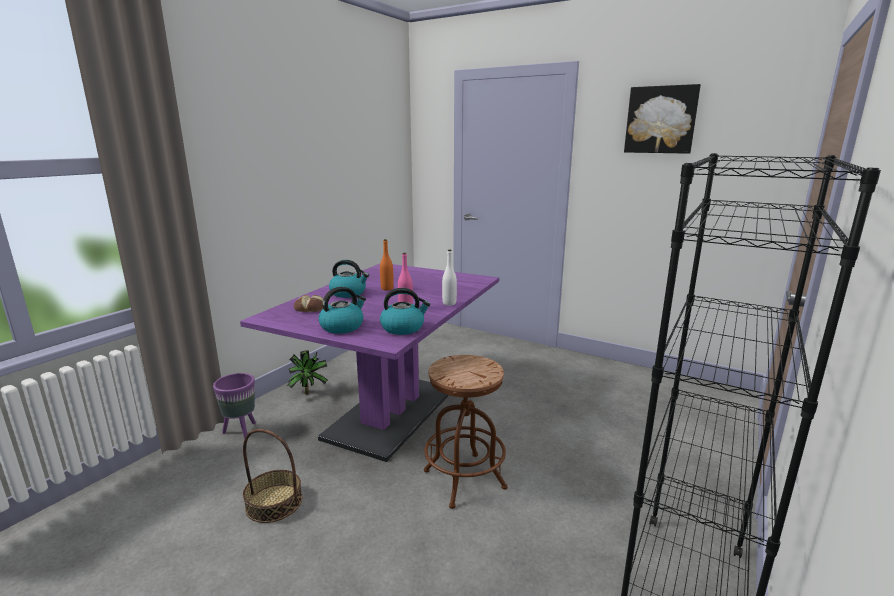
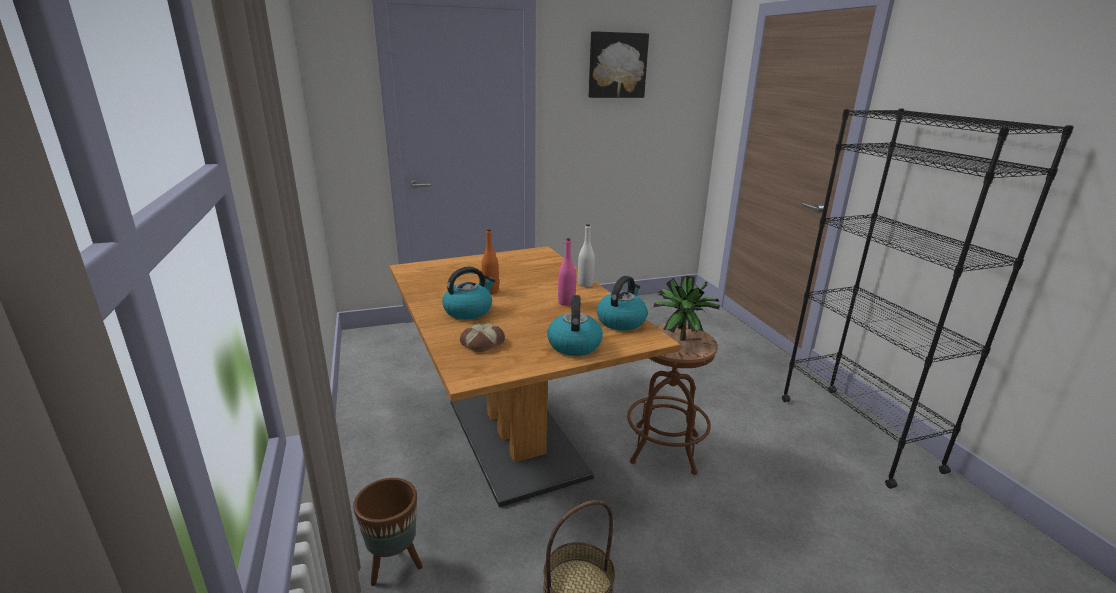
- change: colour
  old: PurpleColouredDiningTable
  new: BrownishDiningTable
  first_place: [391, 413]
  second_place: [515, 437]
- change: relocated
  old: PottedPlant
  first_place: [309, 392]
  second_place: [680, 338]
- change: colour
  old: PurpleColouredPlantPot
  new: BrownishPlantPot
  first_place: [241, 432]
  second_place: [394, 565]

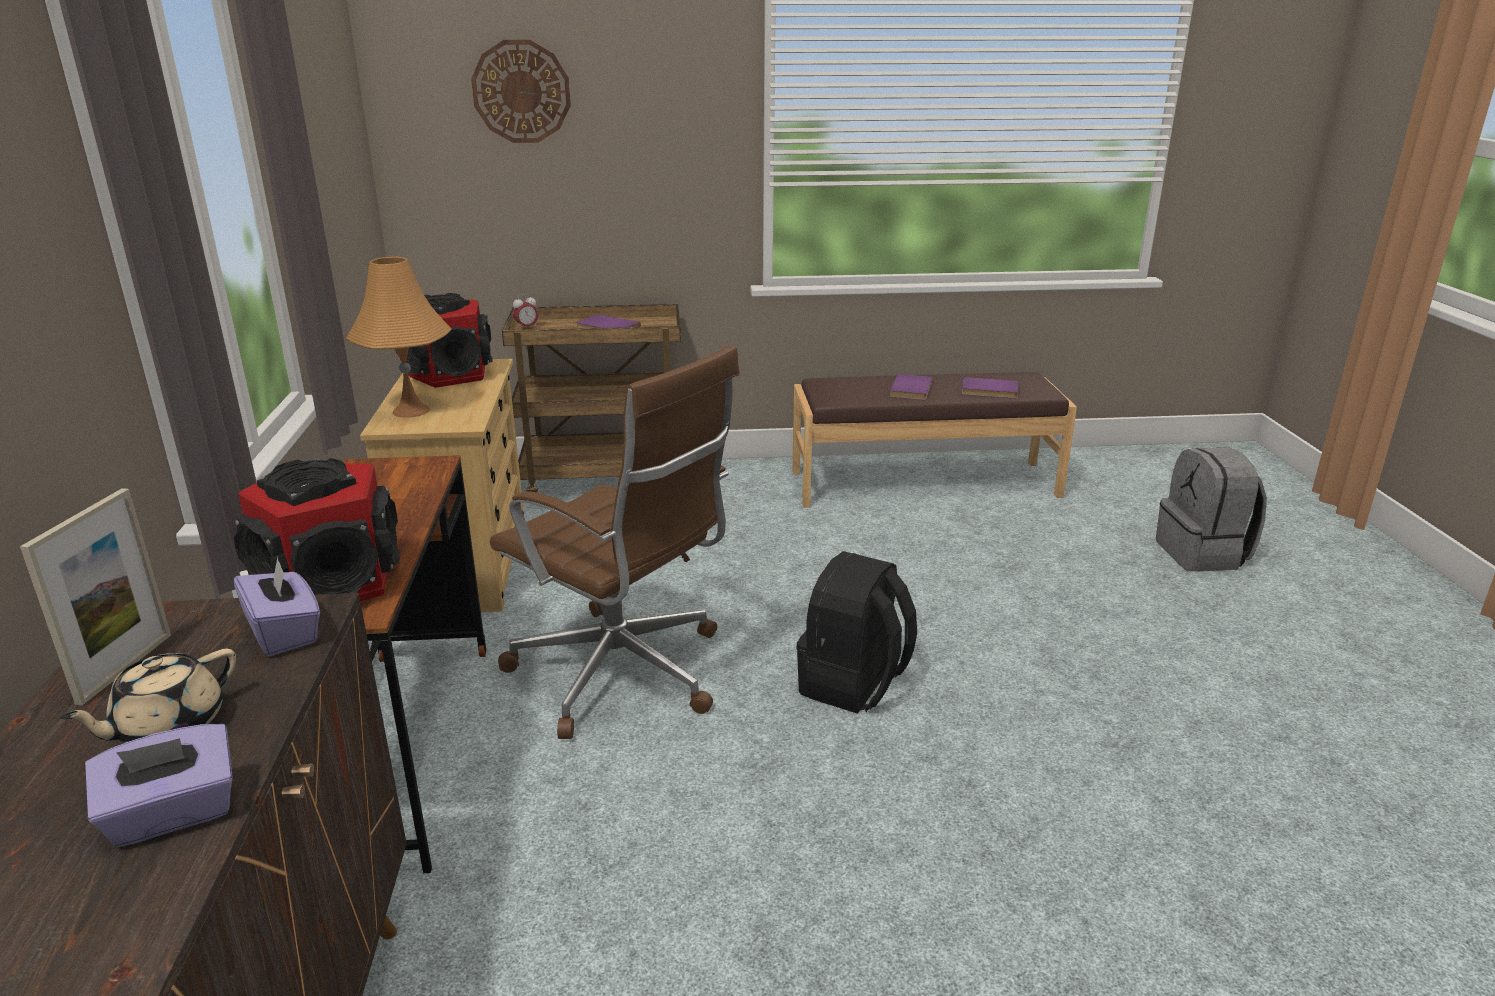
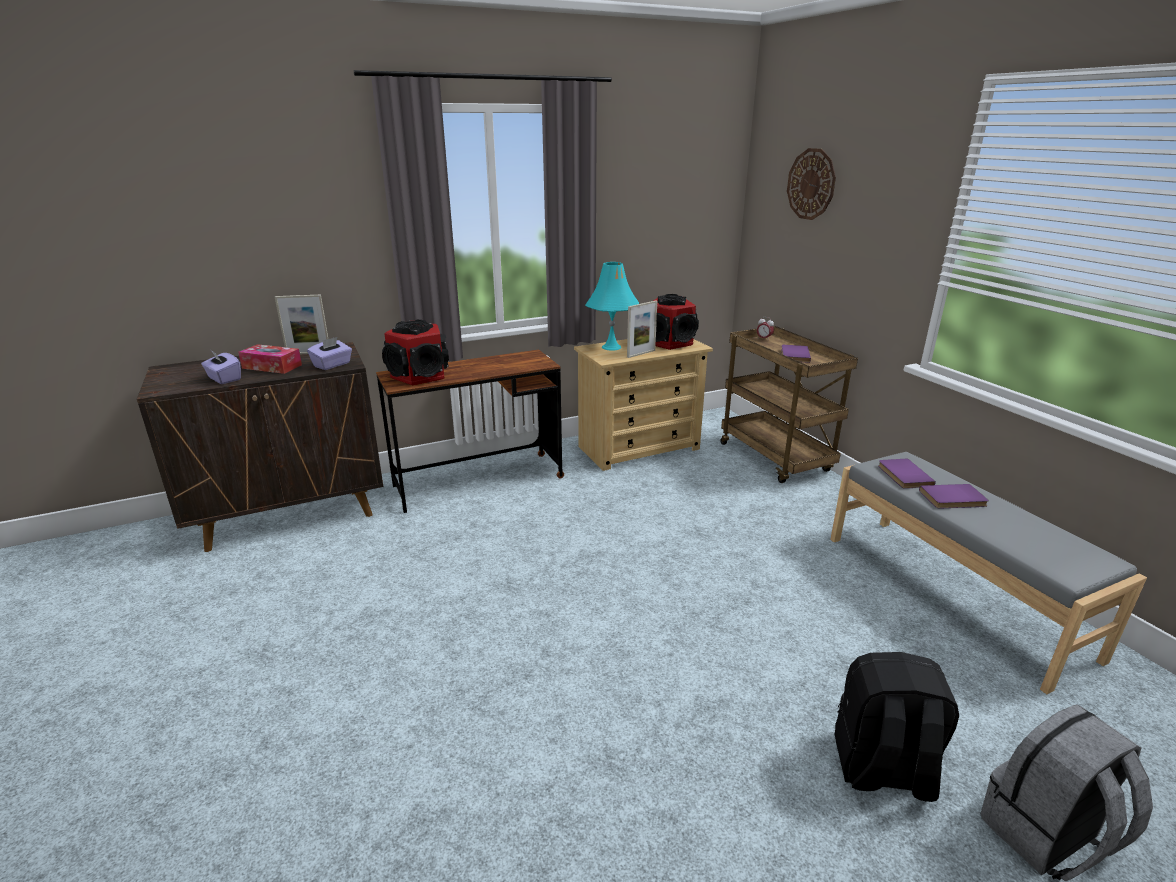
- change: colour
  old: OrangeColouredTabletopLamp
  new: BlueGreenTabletopLamp
  first_place: [411, 410]
  second_place: [611, 347]
- change: missing
  old: BrownishDeskChair
  first_place: [623, 674]
- change: colour
  old: BrownishLongSeat
  new: GreyishLongSeat
  first_place: [923, 483]
  second_place: [952, 593]
- change: relocated
  old: PurpleColouredBoundBook
  first_place: [989, 391]
  second_place: [903, 475]
- change: relocated
  old: BlackishRucksack
  first_place: [853, 685]
  second_place: [881, 769]
- change: exchanged
  old: BeigeColouredTeapot
  new: TissueHolder
  first_place: [168, 727]
  second_place: [272, 366]
- change: appeared
  new: StandingFrame
  second_place: [641, 354]

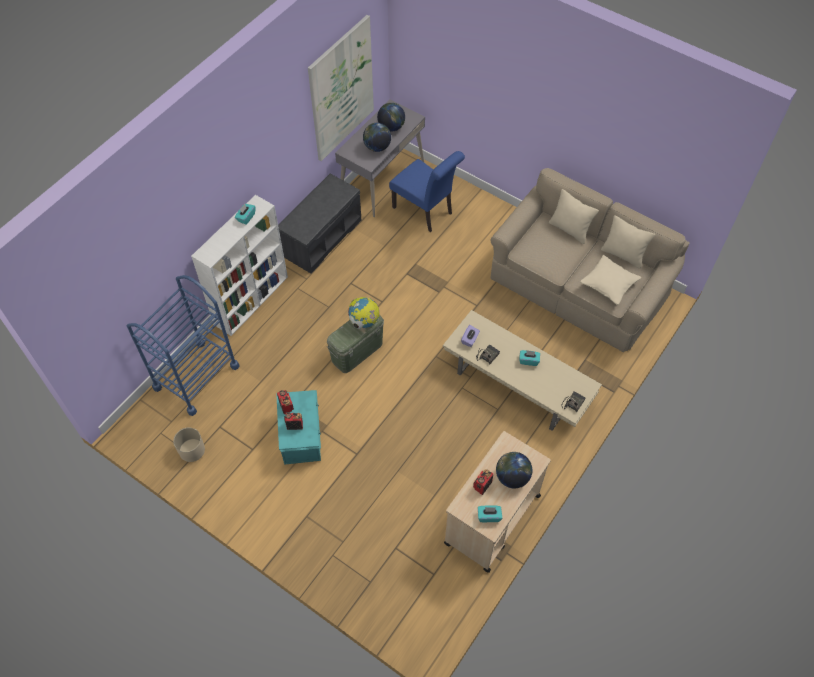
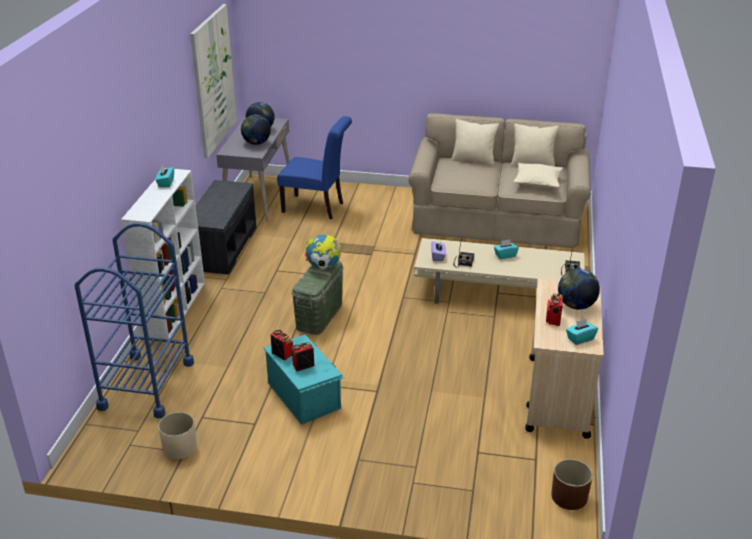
- change: appeared
  new: BrownishPlantPot
  second_place: [569, 497]

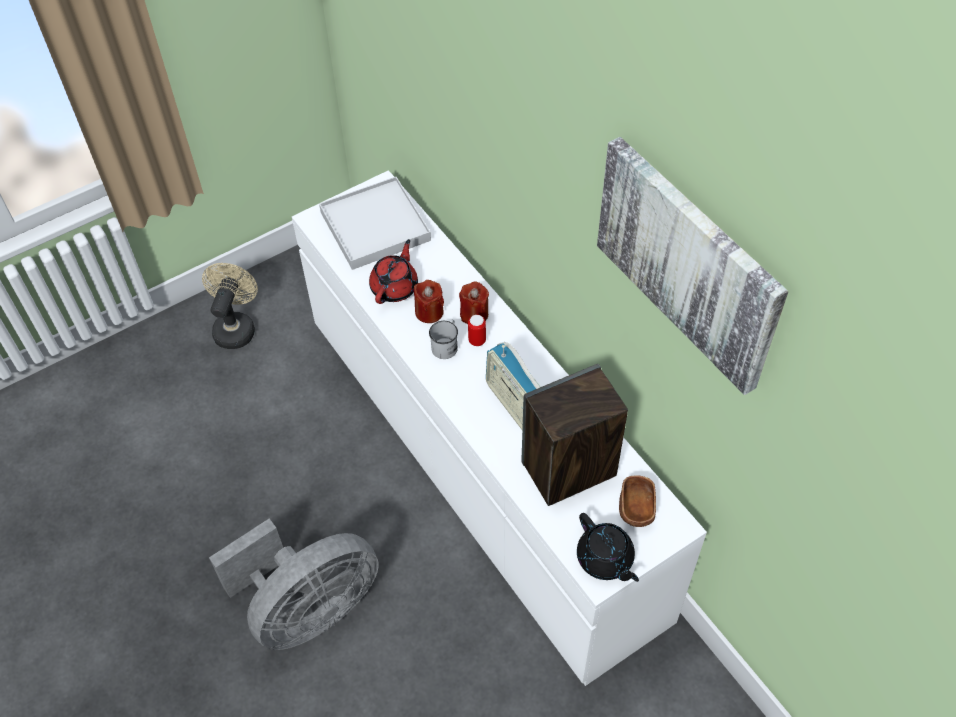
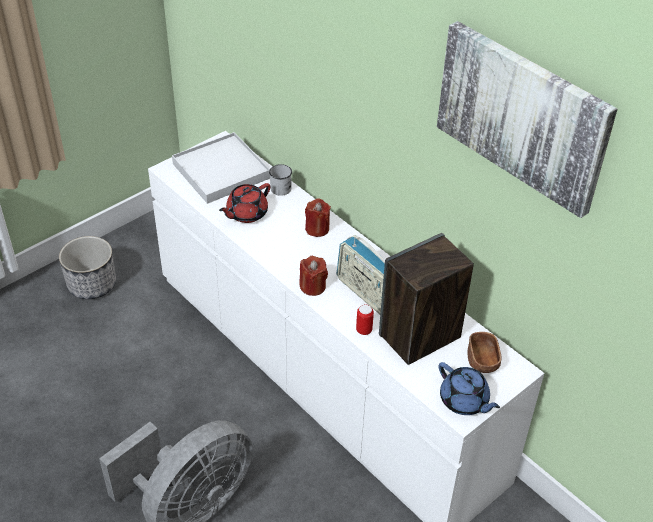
- change: spun
  old: RedColouredTeapot
  first_place: [395, 287]
  second_place: [246, 213]
  degrees: -150
- change: exchanged
  old: BeigeColouredFan
  new: PlantPot
  first_place: [236, 327]
  second_place: [91, 285]
- change: relocated
  old: RedColouredCandle
  first_place: [429, 312]
  second_place: [312, 286]
- change: relocated
  old: Can
  first_place: [477, 340]
  second_place: [364, 330]
- change: relocated
  old: WhitishMug
  first_place: [446, 345]
  second_place: [282, 186]
- change: colour
  old: BlackishTeapot
  new: BluishTeapot
  first_place: [605, 559]
  second_place: [464, 401]

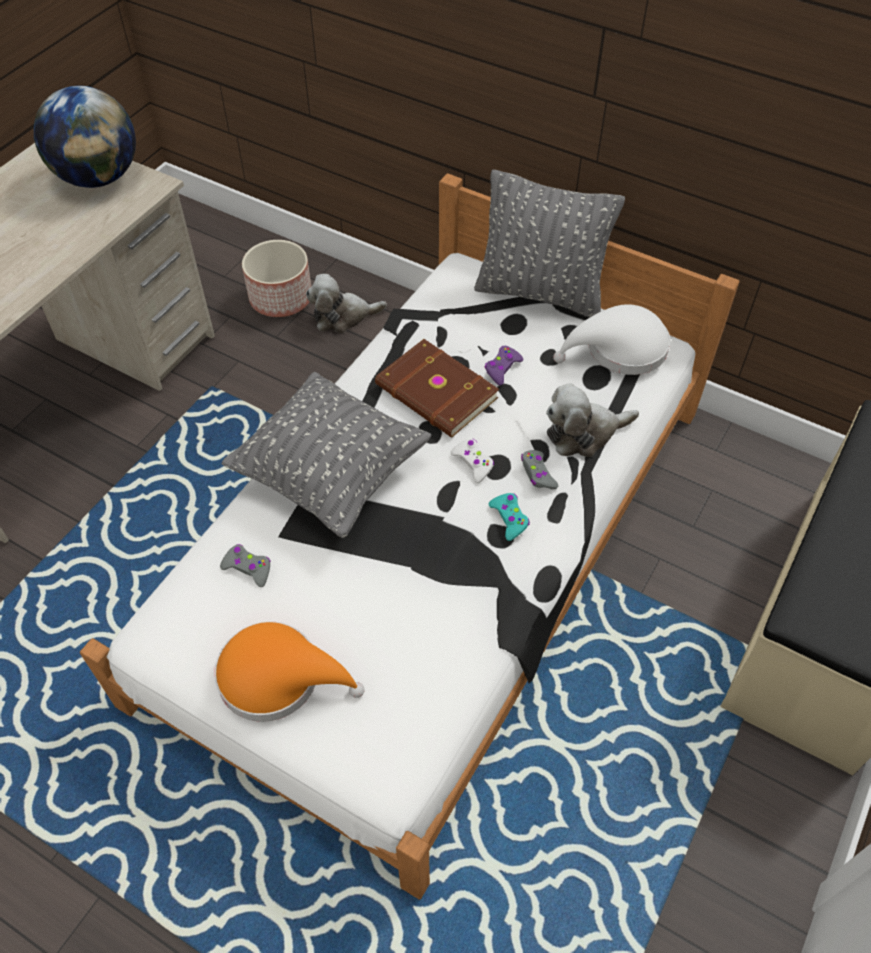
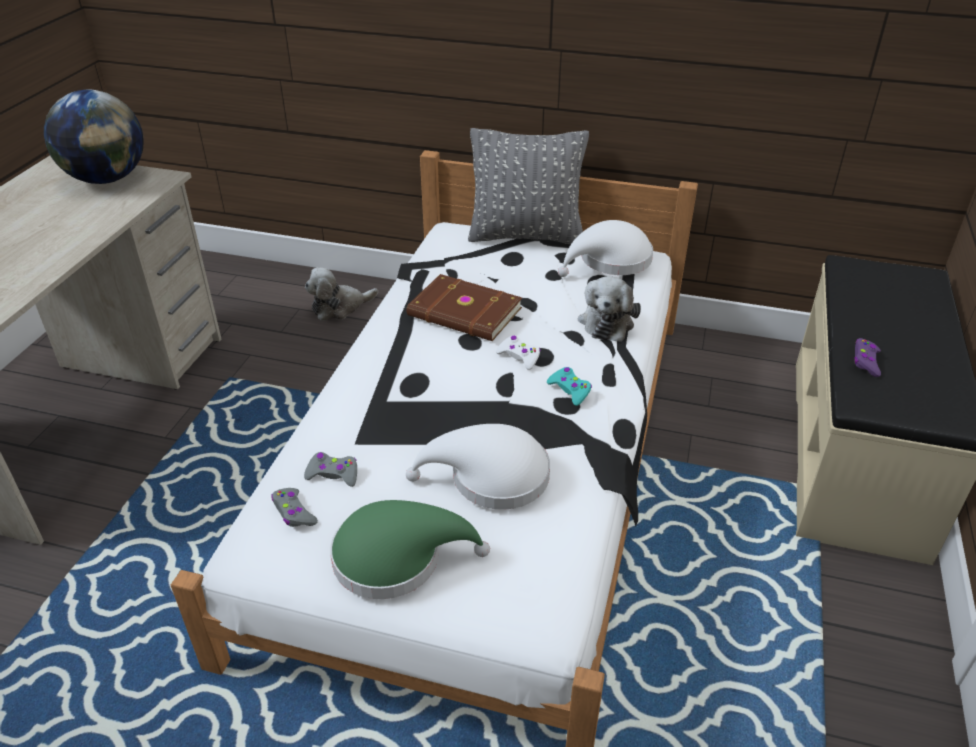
- change: missing
  old: PlantPot
  first_place: [280, 298]
- change: relocated
  old: PurpleColouredJoypad
  first_place: [502, 368]
  second_place: [865, 362]
- change: missing
  old: GreyishThrowPillow
  first_place: [331, 475]
- change: spun
  old: CuddlyToy
  first_place: [584, 433]
  second_place: [606, 321]
  degrees: -45
- change: relocated
  old: GreyishJoypad
  first_place: [537, 474]
  second_place: [294, 513]
- change: colour
  old: OrangeColouredClothingHat
  new: GreenClothingHat
  first_place: [278, 677]
  second_place: [396, 557]
- change: appeared
  new: WhitishClothingHat
  second_place: [491, 477]

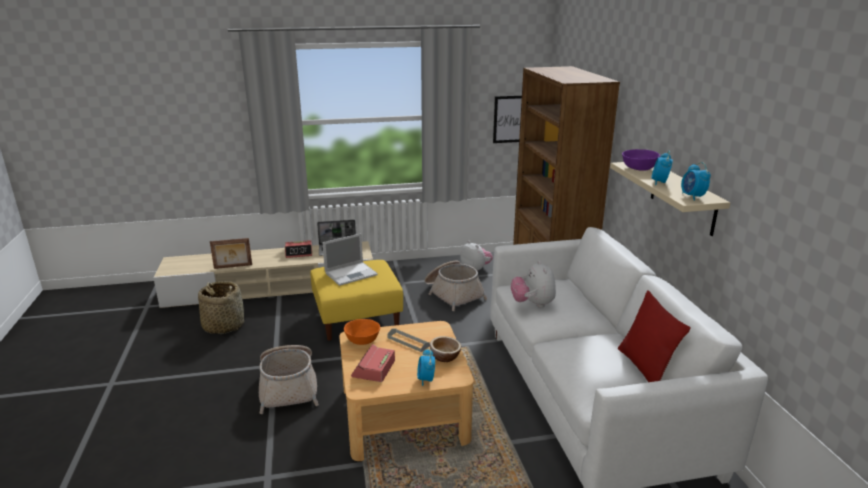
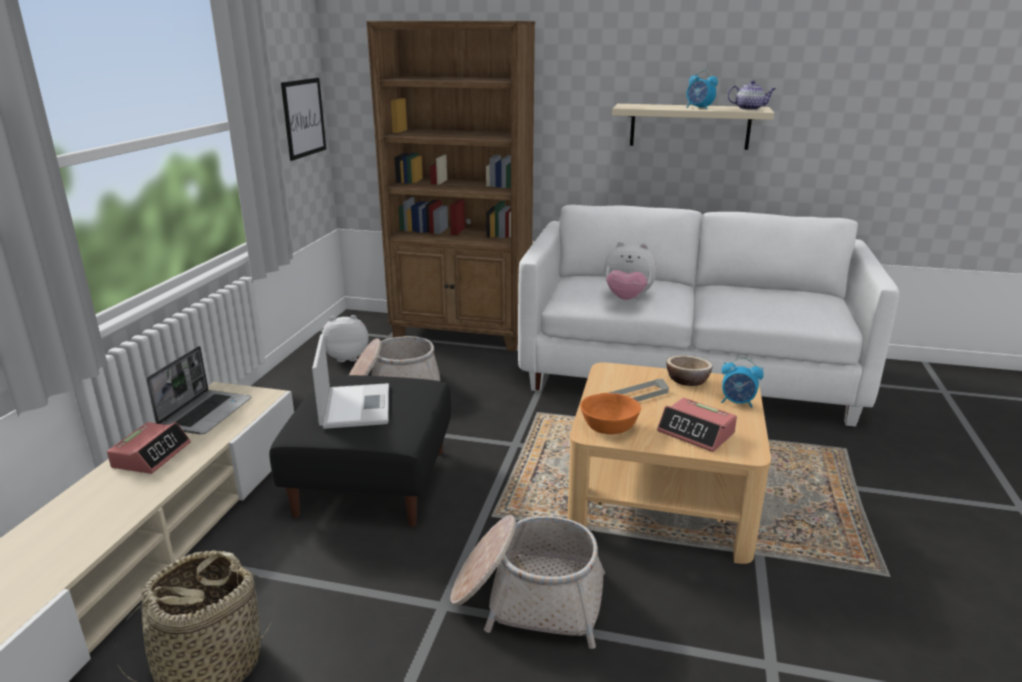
- change: missing
  old: PurpleColouredDeepDish
  first_place: [639, 168]
- change: exchanged
  old: BedsideClock
  new: Teapot
  first_place: [692, 197]
  second_place: [749, 109]
- change: missing
  old: StandingFrame
  first_place: [233, 267]
- change: colour
  old: YellowColouredPouffe
  new: BlackishPouffe
  first_place: [357, 318]
  second_place: [371, 481]
- change: missing
  old: RedColouredThrowPillow
  first_place: [645, 368]

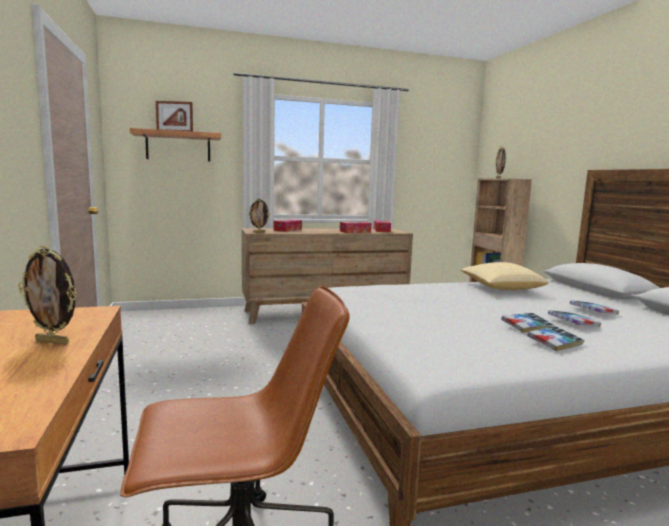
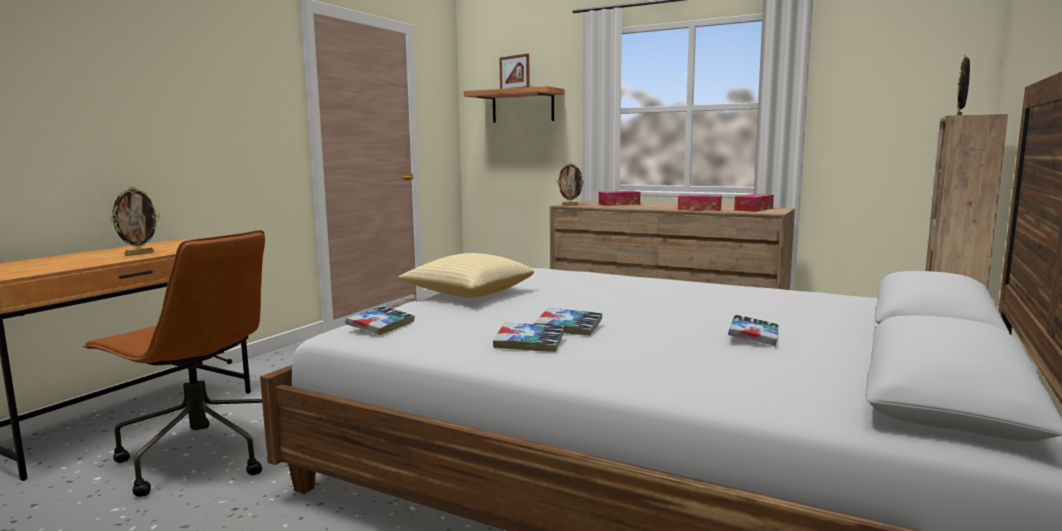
- change: spun
  old: StandingFrame
  first_place: [53, 341]
  second_place: [139, 254]
  degrees: -105
- change: relocated
  old: ThrowPillow
  first_place: [500, 288]
  second_place: [468, 294]
- change: relocated
  old: BoundBook
  first_place: [573, 323]
  second_place: [381, 326]

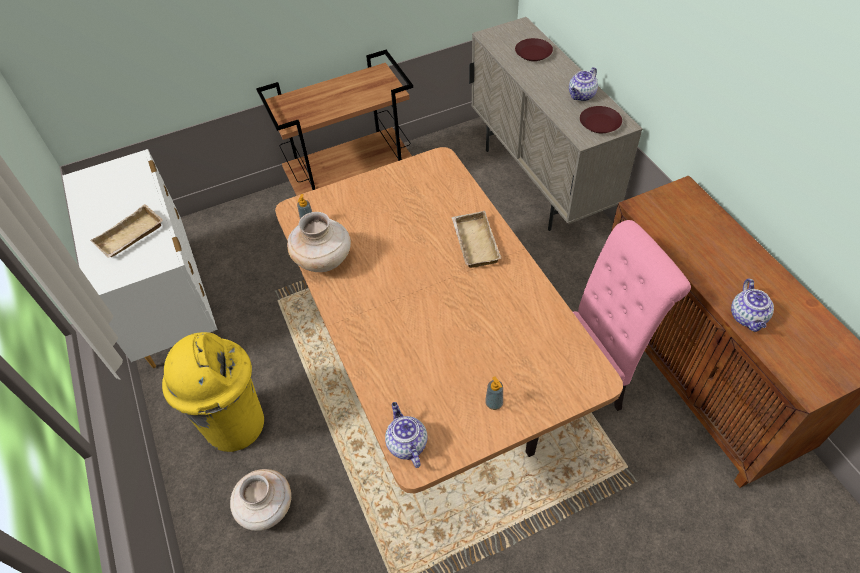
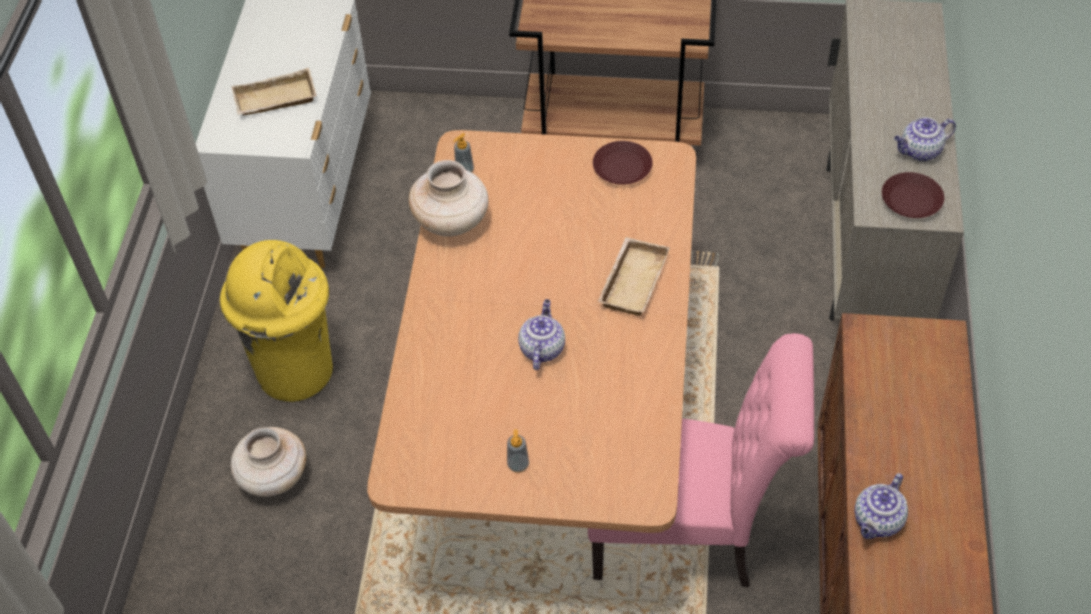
- change: relocated
  old: BrownishDinnerPlate
  first_place: [533, 53]
  second_place: [622, 168]
- change: relocated
  old: Teapot
  first_place: [406, 443]
  second_place: [541, 348]

